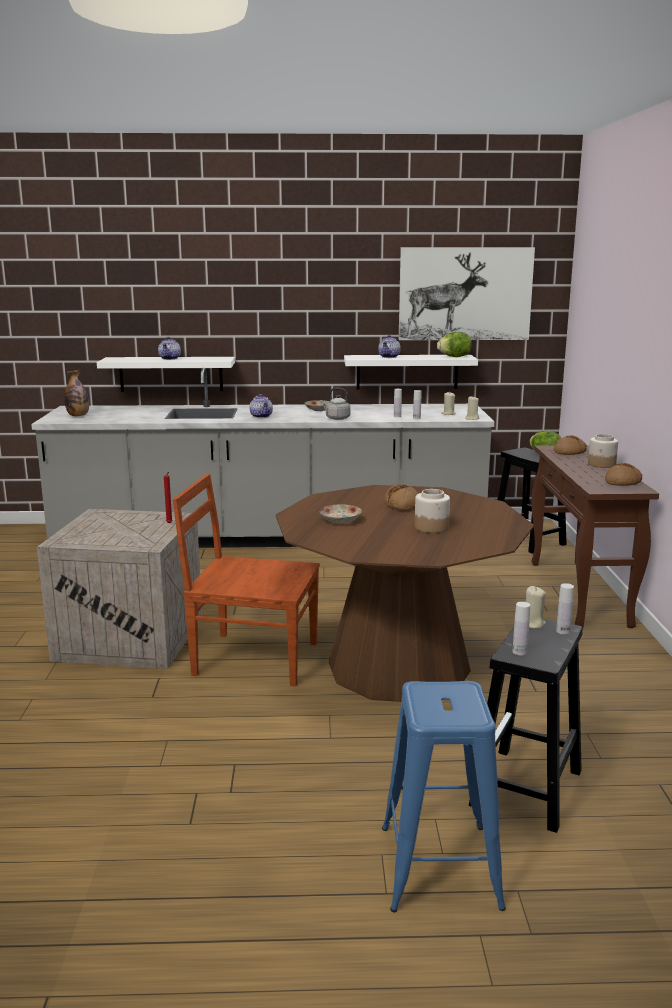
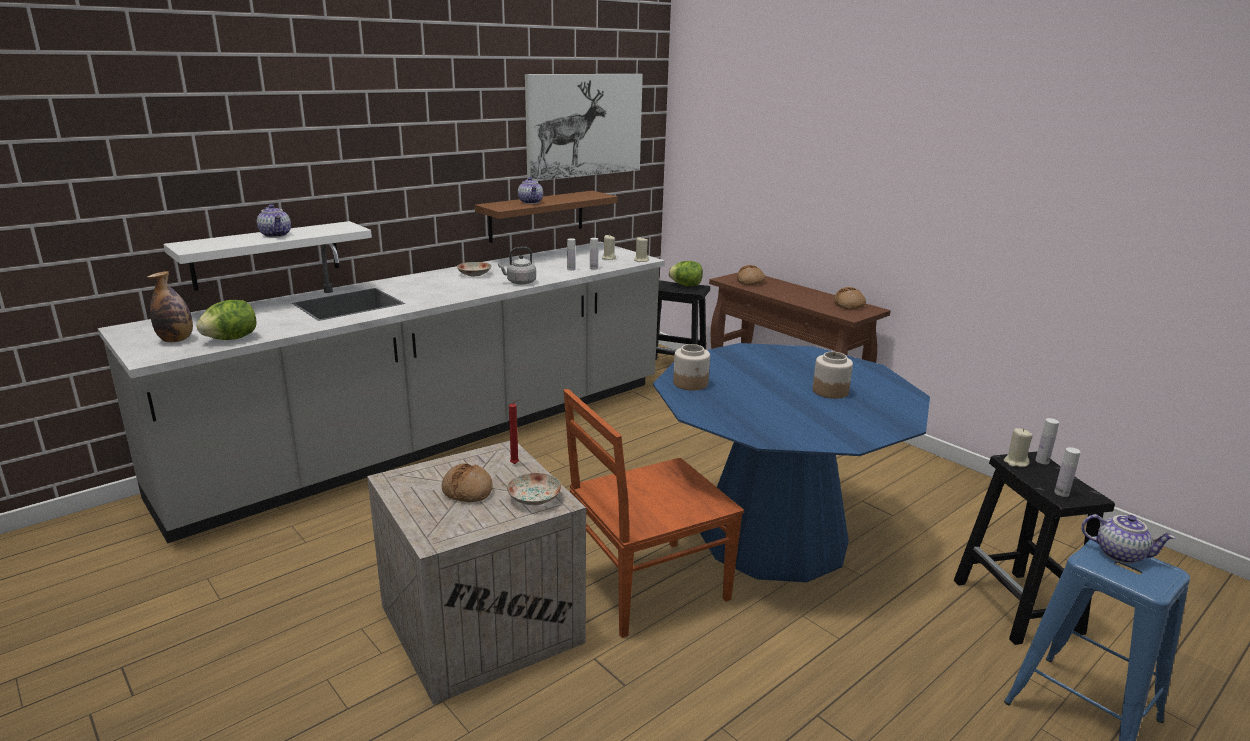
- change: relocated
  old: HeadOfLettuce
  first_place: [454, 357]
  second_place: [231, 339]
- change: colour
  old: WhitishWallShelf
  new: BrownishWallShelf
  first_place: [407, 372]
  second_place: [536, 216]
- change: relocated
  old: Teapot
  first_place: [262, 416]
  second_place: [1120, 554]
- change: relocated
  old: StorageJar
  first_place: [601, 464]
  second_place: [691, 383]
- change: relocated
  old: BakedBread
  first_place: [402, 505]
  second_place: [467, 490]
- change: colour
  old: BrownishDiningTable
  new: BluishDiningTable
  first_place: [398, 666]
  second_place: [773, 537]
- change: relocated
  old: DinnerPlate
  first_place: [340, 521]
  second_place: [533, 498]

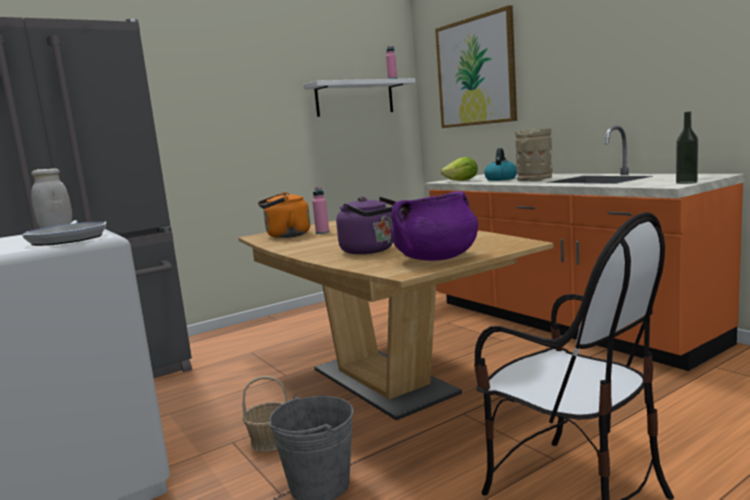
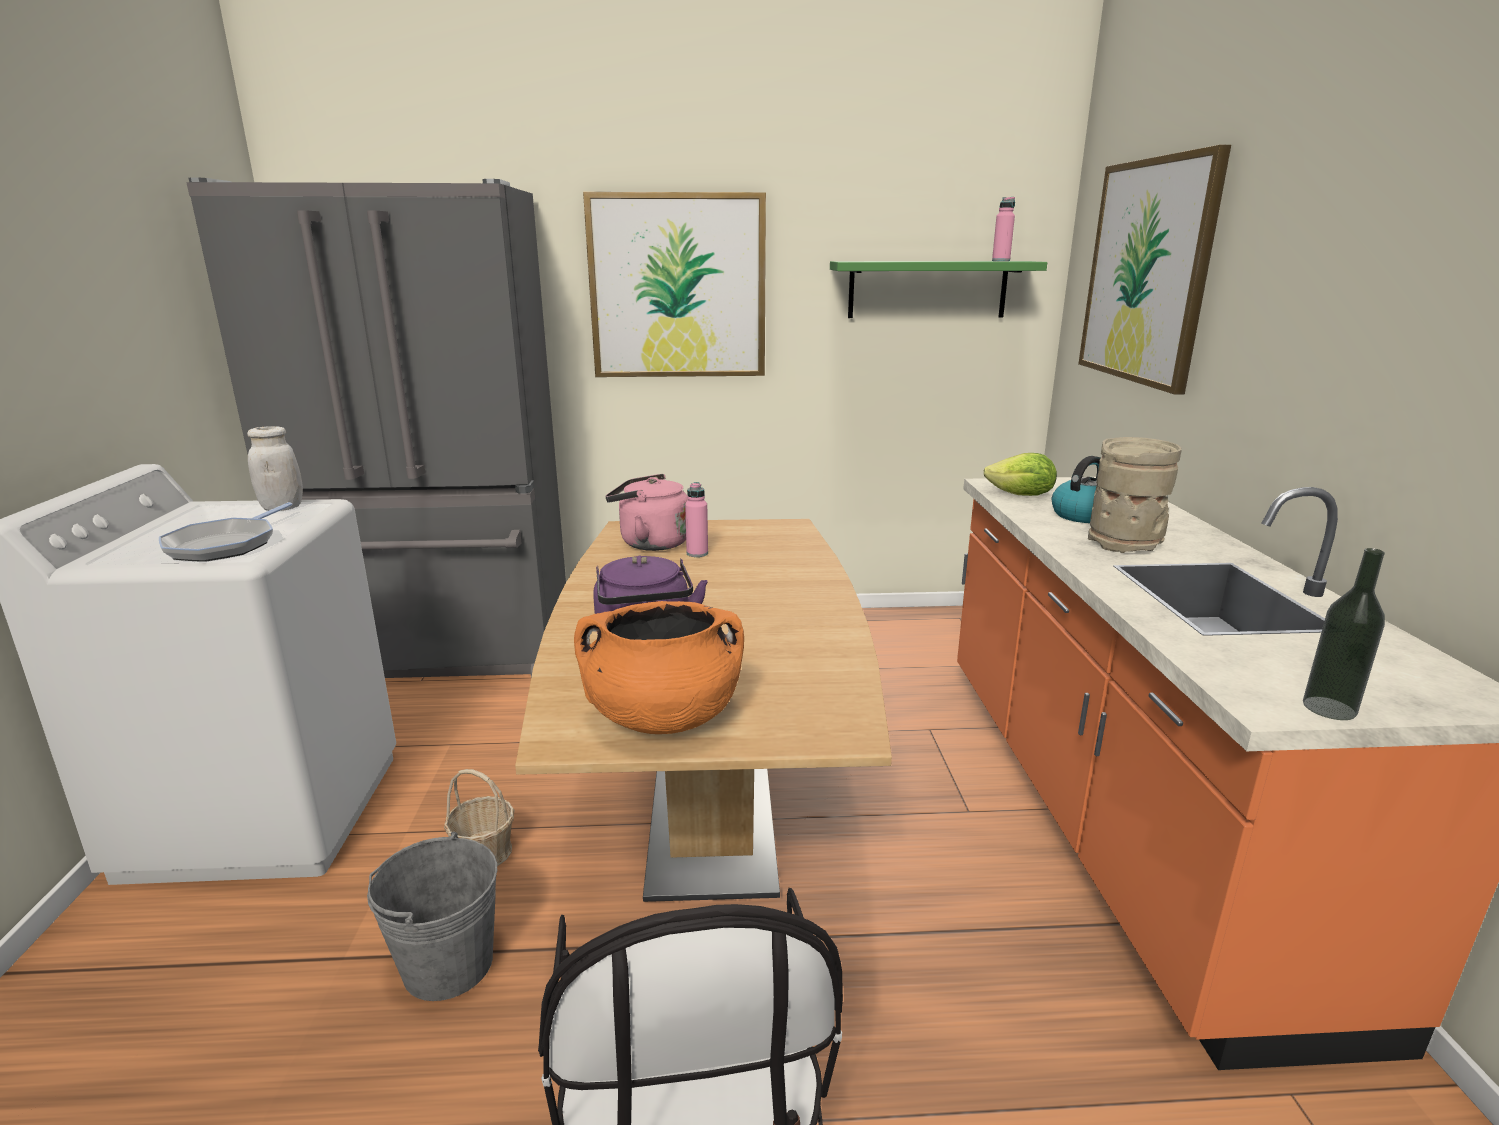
- change: colour
  old: WhitishWallShelf
  new: GreenWallShelf
  first_place: [355, 98]
  second_place: [927, 289]
- change: colour
  old: PurpleColouredStockpot
  new: OrangeColouredStockpot
  first_place: [436, 258]
  second_place: [663, 717]
- change: colour
  old: OrangeColouredWaterKettle
  new: PinkishWaterKettle
  first_place: [285, 236]
  second_place: [650, 543]
- change: appeared
  new: WallPicture
  second_place: [678, 287]

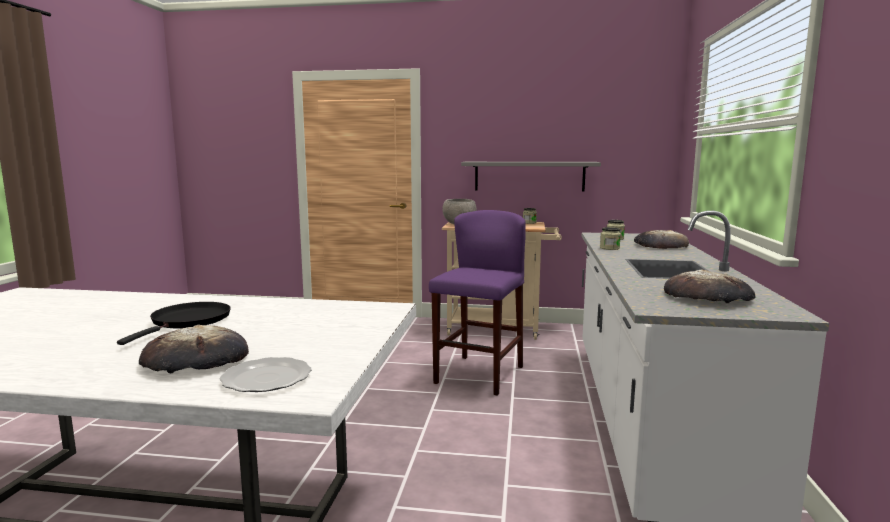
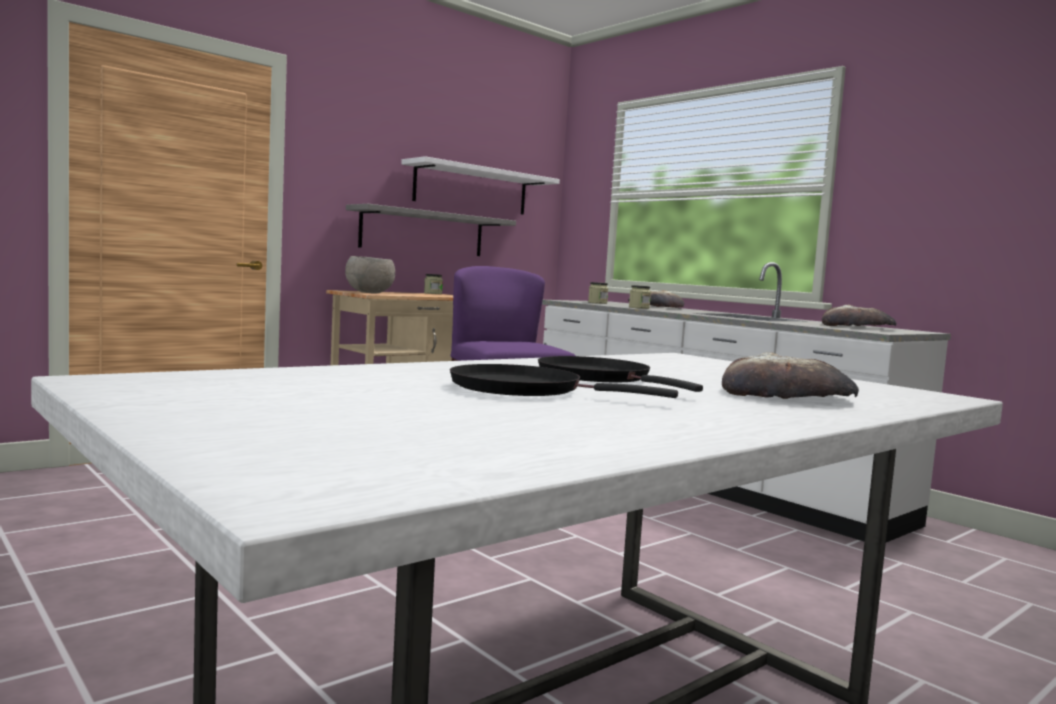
- change: missing
  old: DinnerPlate
  first_place: [265, 378]
- change: appeared
  new: WhitishWallShelf
  second_place: [471, 189]
- change: appeared
  new: BlackishFryingPan
  second_place: [525, 389]

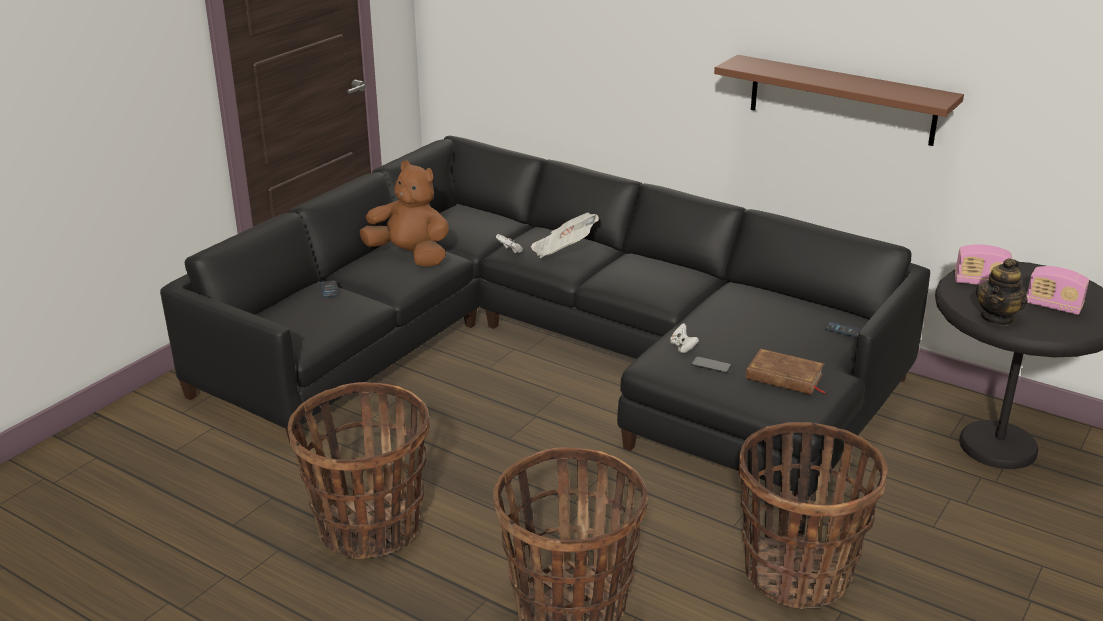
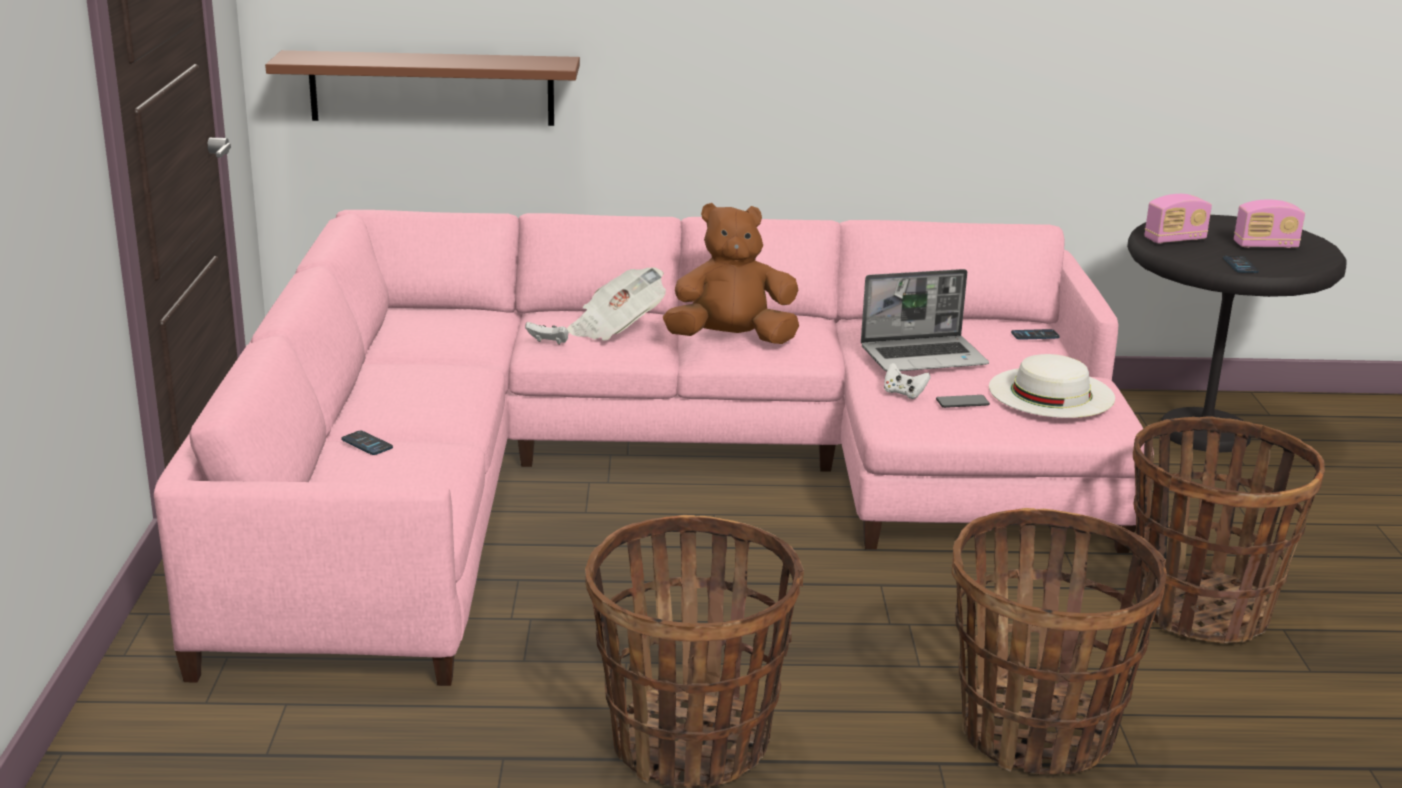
- change: relocated
  old: BrownishWallShelf
  first_place: [842, 100]
  second_place: [432, 88]
- change: colour
  old: BlackishSofa
  new: PinkishSofa
  first_place: [556, 354]
  second_place: [649, 473]
- change: relocated
  old: BrownishCuddlyToy
  first_place: [410, 256]
  second_place: [731, 340]
- change: exchanged
  old: Teapot
  new: Telephone
  first_place: [997, 318]
  second_place: [1240, 265]
- change: exchanged
  old: BrownishBoundBook
  new: WhitishClothingHat
  first_place: [784, 377]
  second_place: [1051, 392]
- change: appeared
  new: NotebookComputer
  second_place: [924, 356]

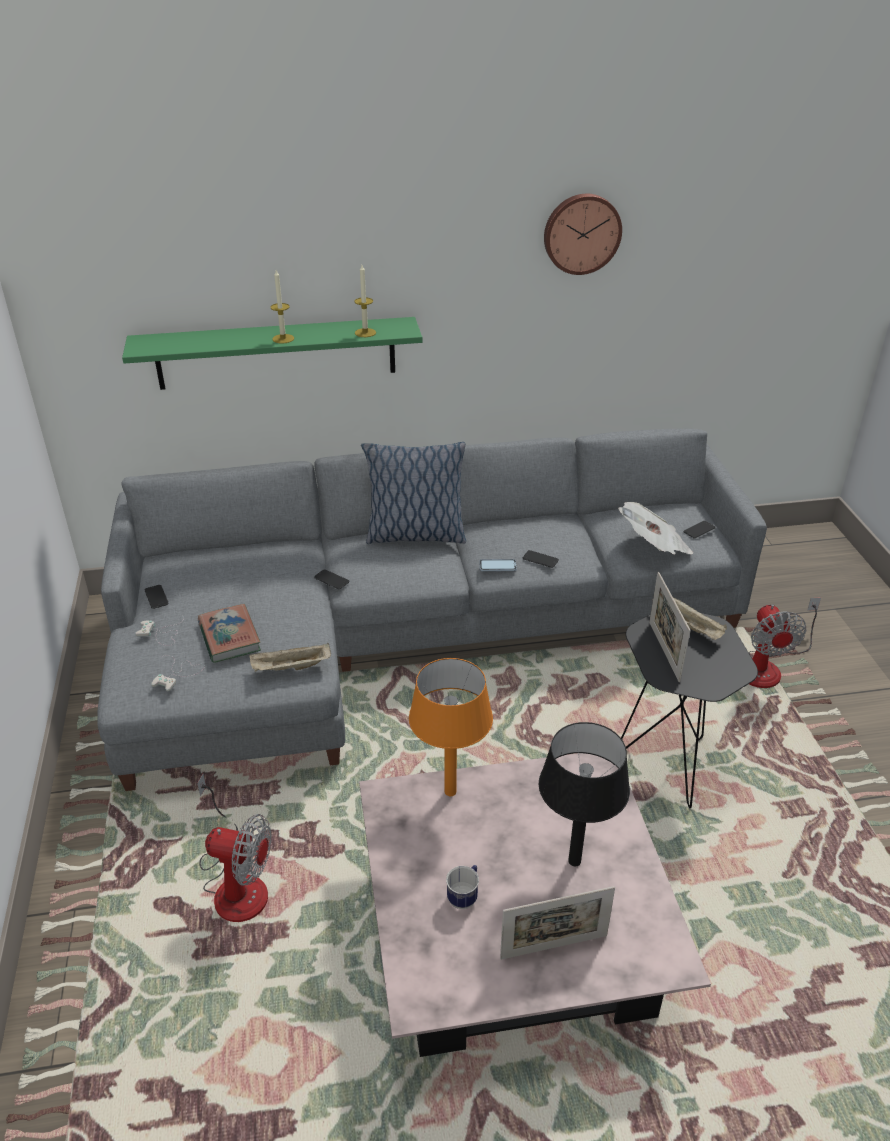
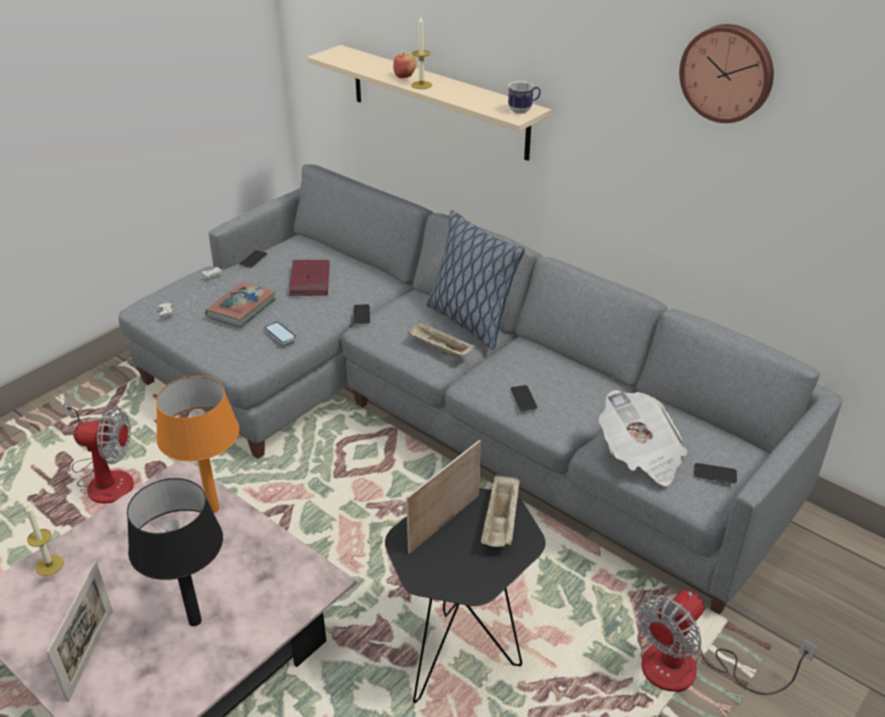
- change: relocated
  old: Candle
  first_place: [365, 333]
  second_place: [49, 565]
- change: colour
  old: GreenWallShelf
  new: BeigeColouredWallShelf
  first_place: [276, 353]
  second_place: [438, 102]
- change: relocated
  old: Telephone
  first_place: [497, 566]
  second_place: [280, 334]
- change: relocated
  old: BeigeColouredTray
  first_place: [291, 668]
  second_place: [439, 349]
- change: spun
  old: Fan
  first_place: [236, 883]
  second_place: [105, 478]
  degrees: -60
- change: relocated
  old: Mug
  first_place: [464, 896]
  second_place: [523, 110]
- change: spun
  old: StandingFrame
  first_place: [554, 947]
  second_place: [90, 654]
  degrees: -120
- change: appeared
  new: WholeApple
  second_place: [404, 76]
- change: appeared
  new: RedColouredBoundBook
  second_place: [310, 280]

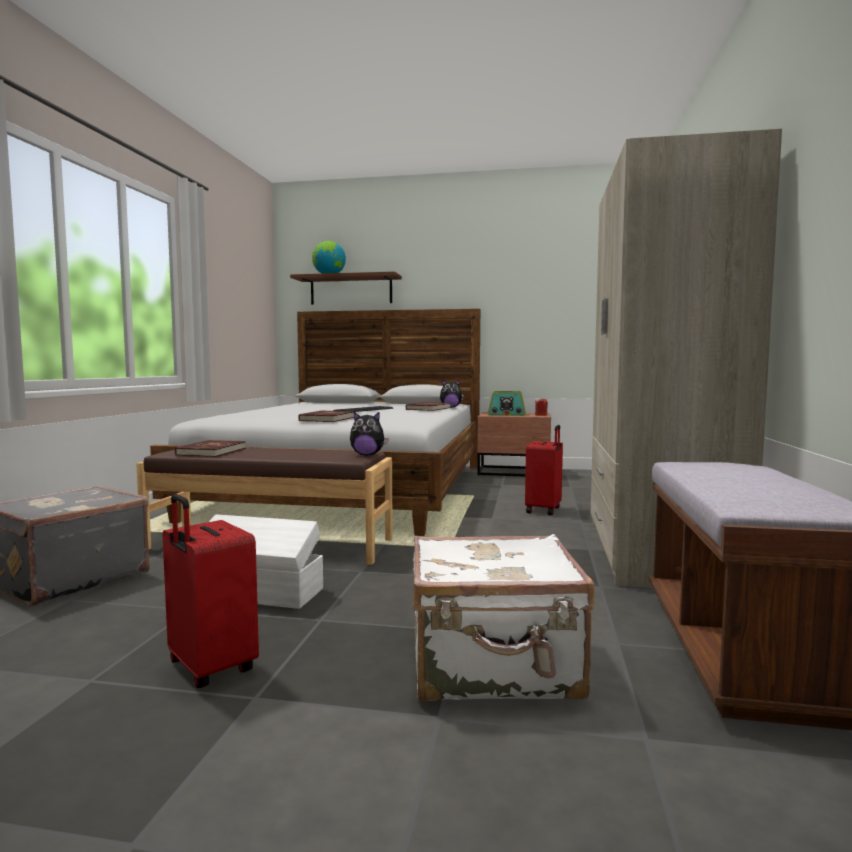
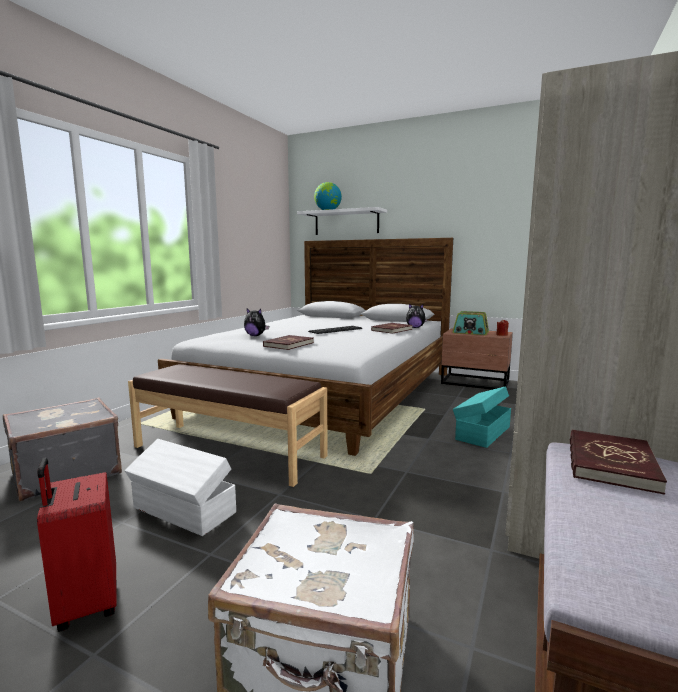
- change: colour
  old: BrownishWallShelf
  new: WhitishWallShelf
  first_place: [351, 290]
  second_place: [346, 222]
- change: relocated
  old: CuddlyToy
  first_place: [367, 455]
  second_place: [255, 336]
- change: exchanged
  old: RedColouredTravelCase
  new: BlueGreenStorageBin
  first_place: [544, 510]
  second_place: [482, 433]
- change: relocated
  old: RedColouredBoundBook
  first_place: [211, 452]
  second_place: [610, 463]

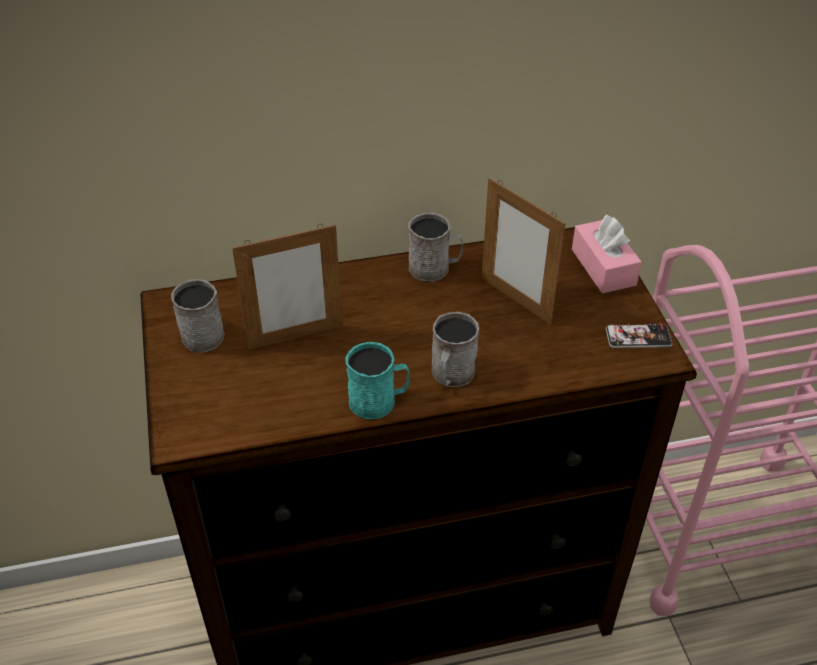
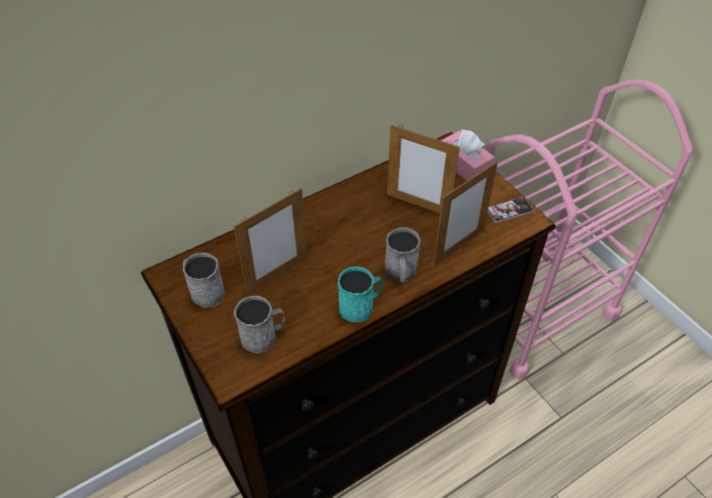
- change: relocated
  old: GreyishMug
  first_place: [435, 268]
  second_place: [263, 336]
- change: appeared
  new: StandingFrame
  second_place: [458, 247]

